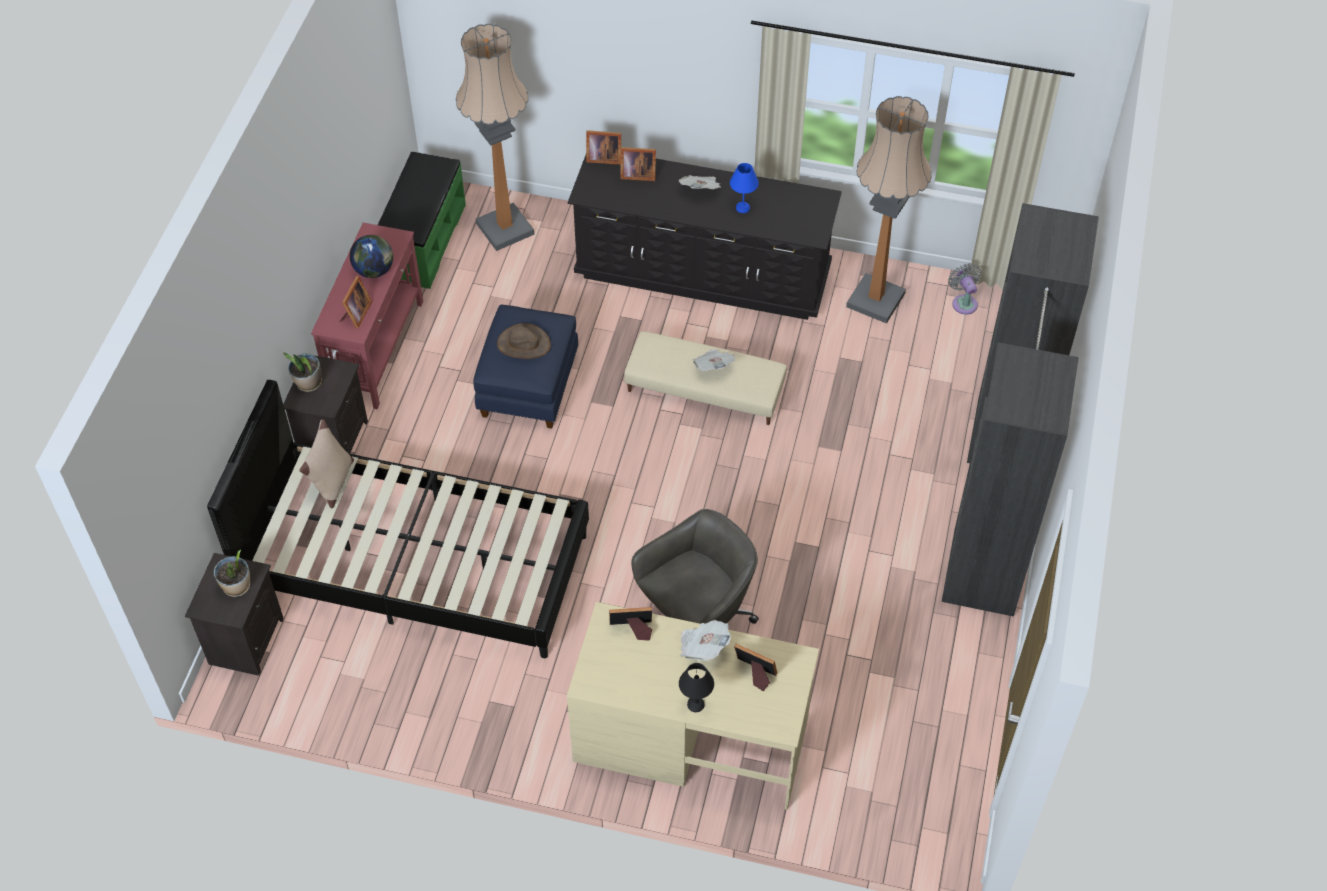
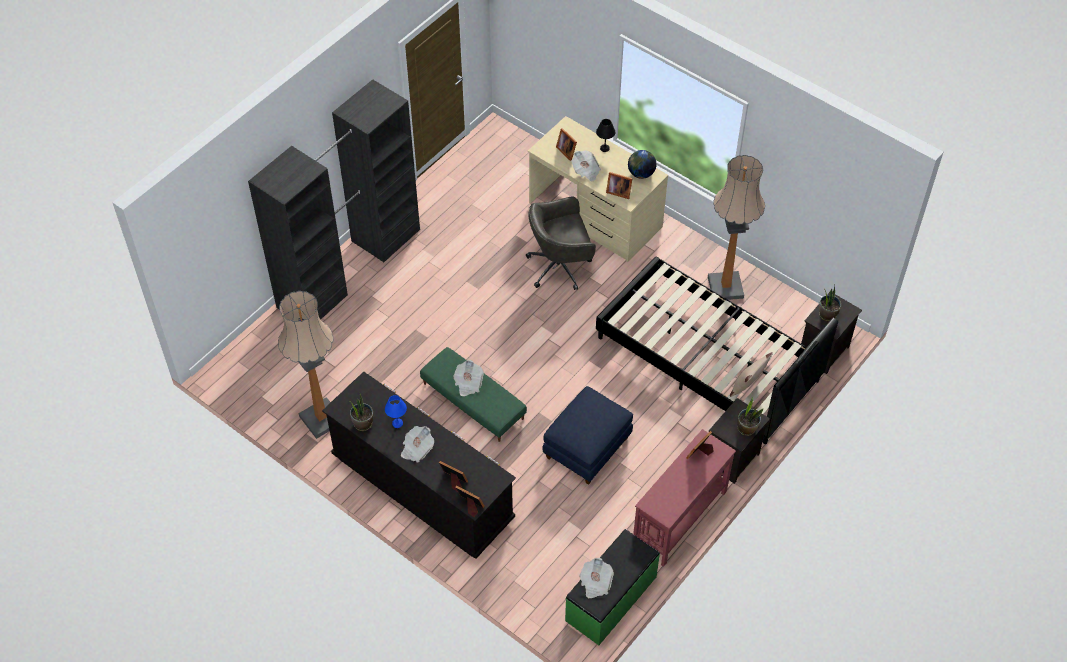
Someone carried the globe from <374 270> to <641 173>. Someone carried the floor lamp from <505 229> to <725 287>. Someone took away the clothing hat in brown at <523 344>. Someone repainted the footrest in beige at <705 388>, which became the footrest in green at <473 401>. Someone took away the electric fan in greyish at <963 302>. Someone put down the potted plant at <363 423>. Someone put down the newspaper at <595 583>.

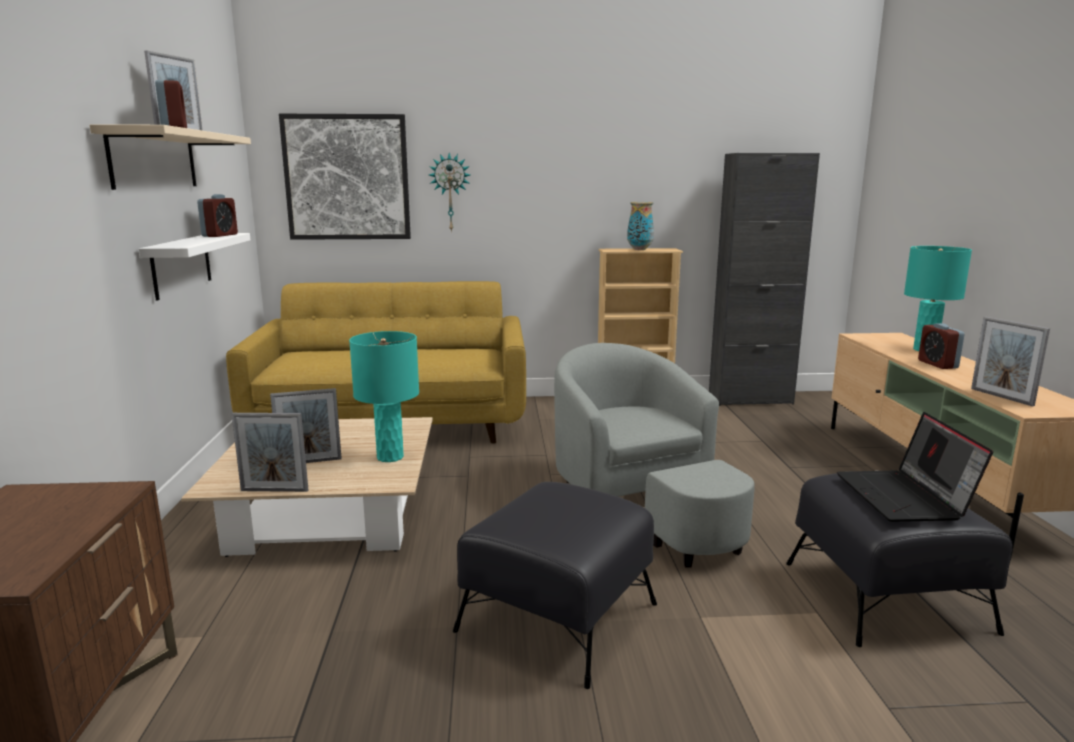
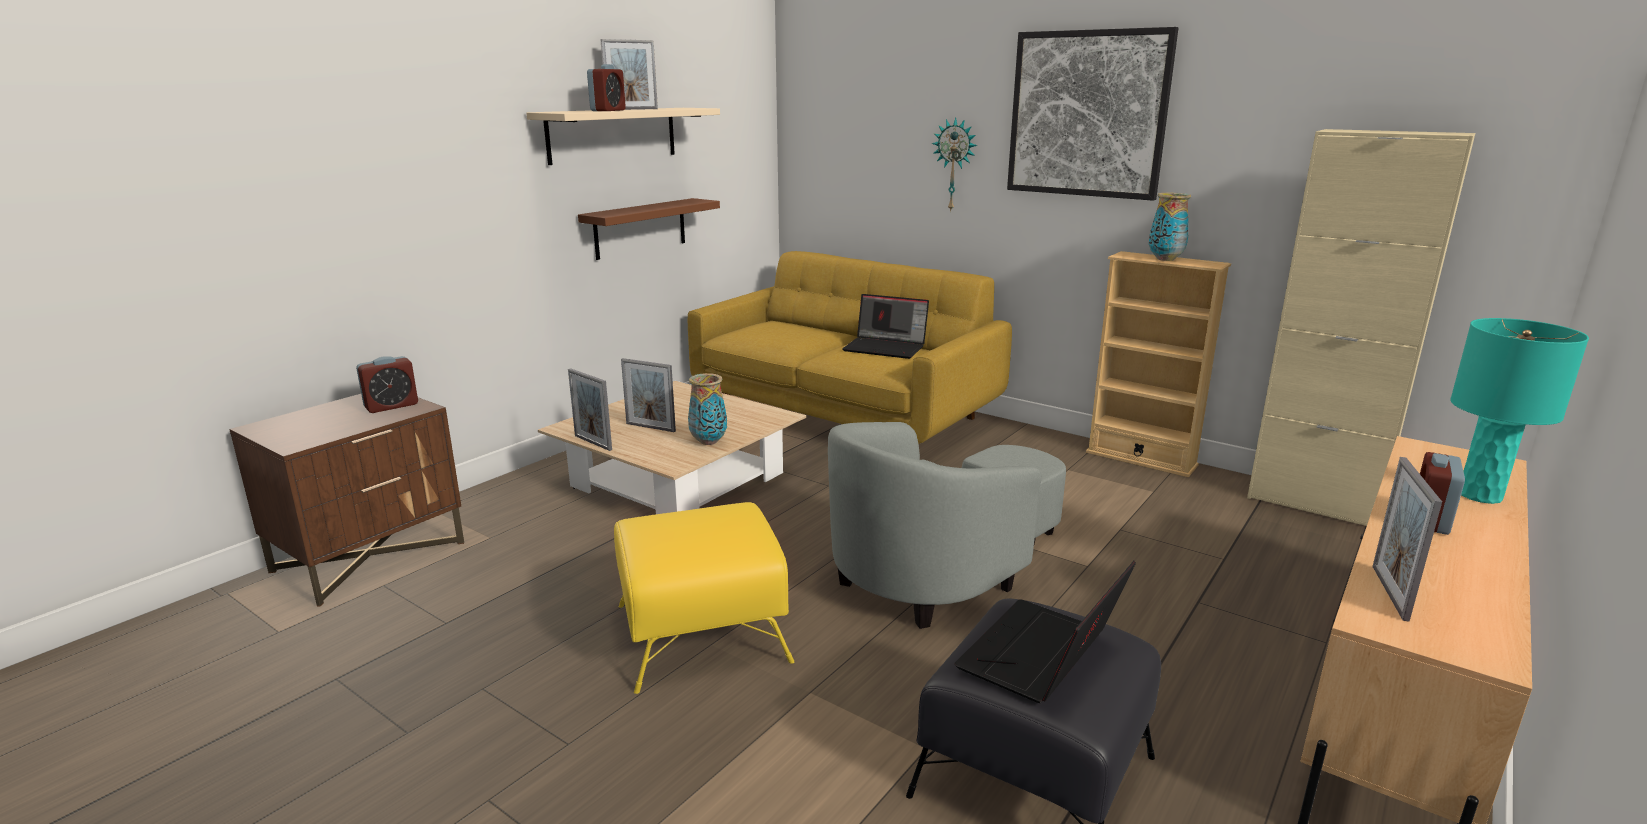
Someone repainted the shelf in white at <181 264>, which became the shelf in brown at <640 228>. Someone carried the bedside clock from <220 235> to <391 406>. Someone carried the picture from <347 177> to <1087 114>. Someone swapped the table lamp in blue-green at <390 457> for the vase at <708 442>. Someone repainted the footrest in black-coloured at <559 616>, which became the footrest in yellow at <703 633>. Someone rotated the armchair in greyish at <639 502> by 150 degrees counterclockwise. Someone repainted the cabinet in black-coloured at <750 399>, which became the cabinet in beige at <1313 504>. Someone put down the laptop at <886 348>.

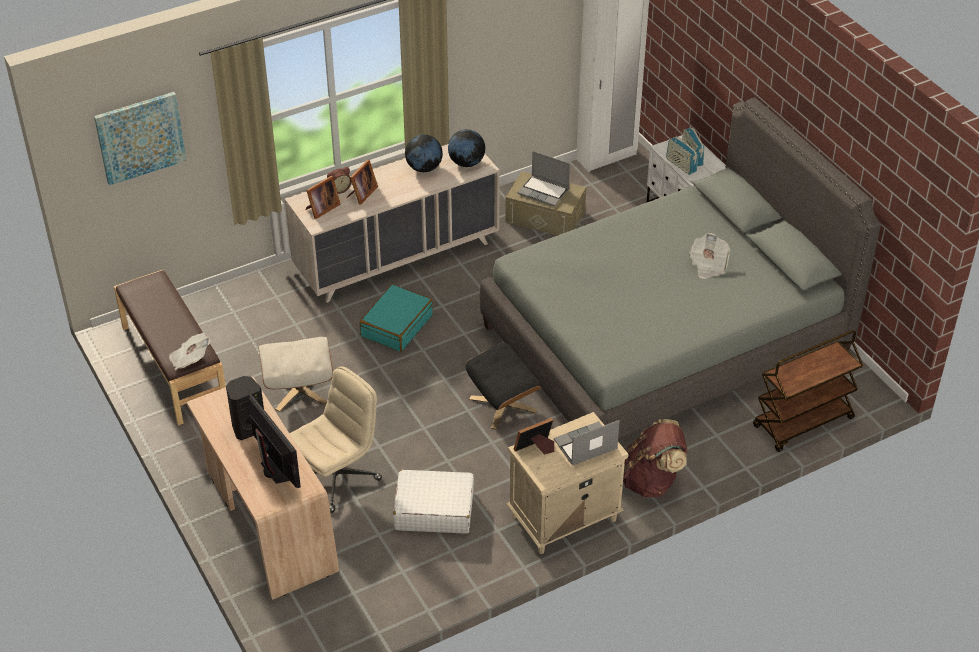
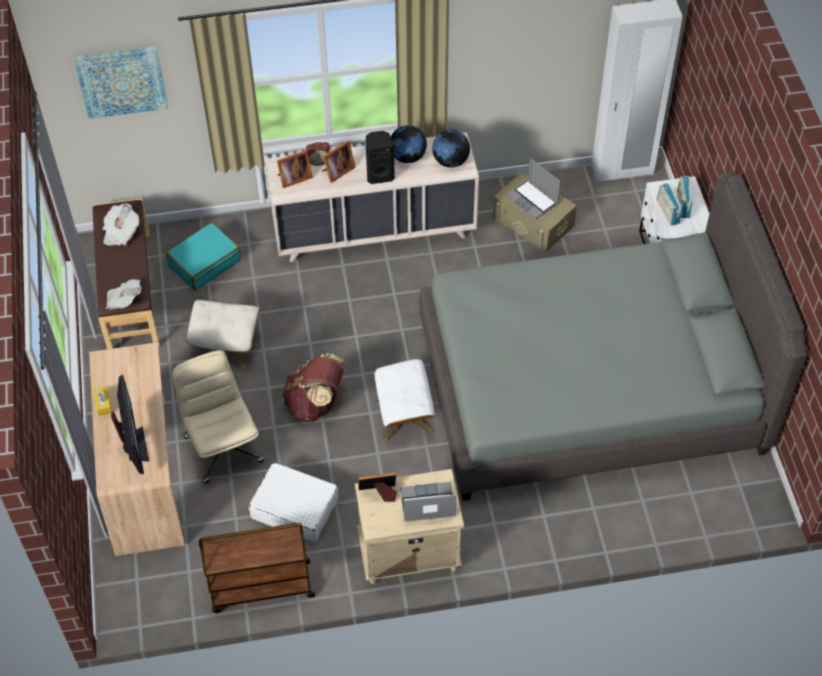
Someone carried the speaker in black-coloured from <248 428> to <379 175>. Someone rotated the computer chair in beige at <336 477> by 90 degrees counterclockwise. Someone carried the suitcase in blue-green from <396 326> to <204 262>. Someone repainted the footrest in black-coloured at <503 404>, which became the footrest in white at <405 416>. Someone carried the backpack in brown from <651 481> to <316 404>. Someone carried the newspaper from <708 265> to <120 233>. Someone carried the cart in brown from <802 423> to <261 587>. Someone put down the tissue holder in yellow at <103 404>.

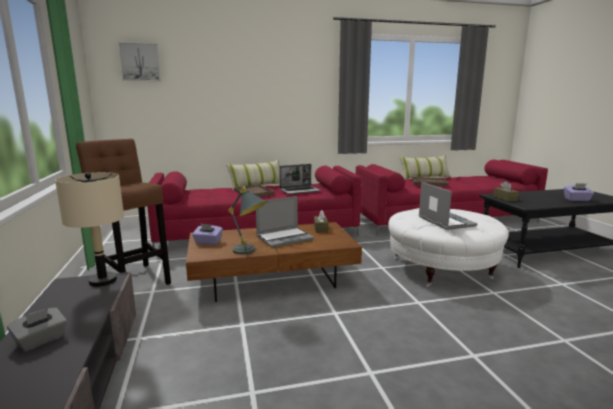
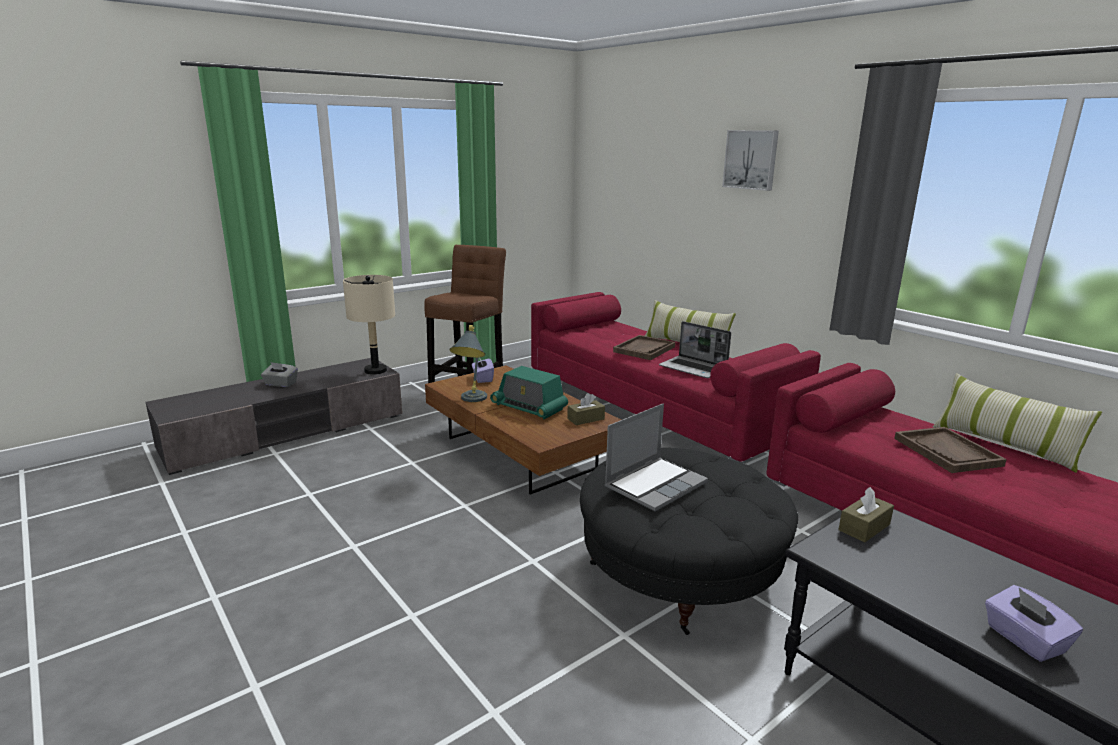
Someone carried the picture from <140 62> to <751 159>. Someone swapped the laptop at <285 238> for the radio receiver at <529 407>. Someone repainted the footrest in white at <441 268>, which became the footrest in black-coloured at <679 573>.

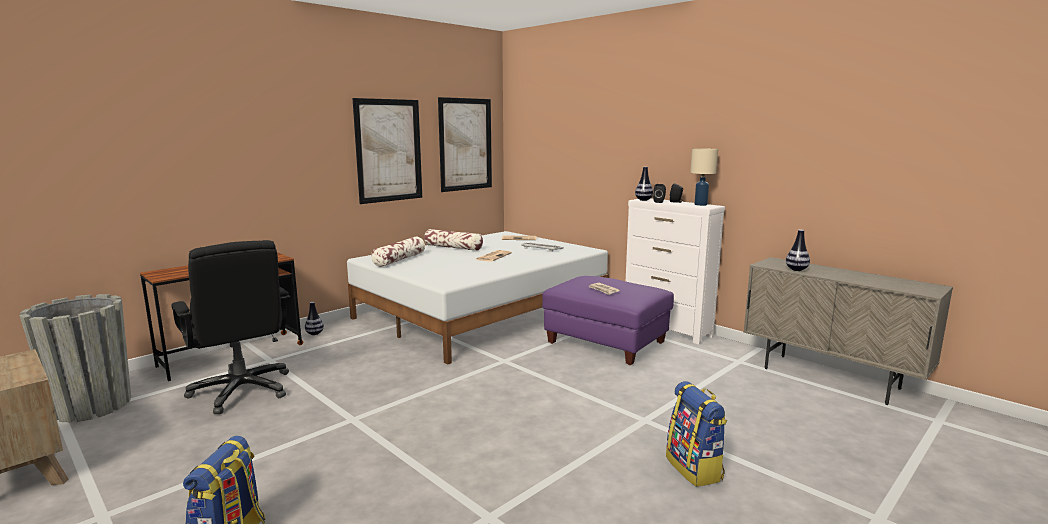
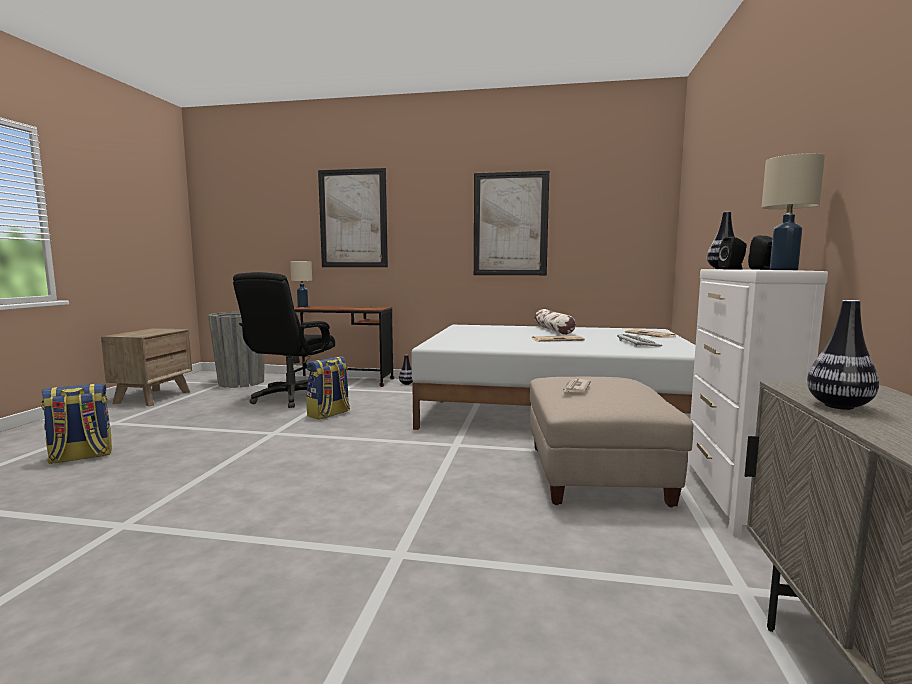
Someone took away the pillow at <399 260>. Someone carried the picture from <466 144> to <353 219>. Someone repainted the footrest in purple-coloured at <606 343>, which became the footrest in beige at <596 475>. Someone carried the backpack from <695 469> to <329 414>. Someone put down the table lamp in beige at <302 306>.

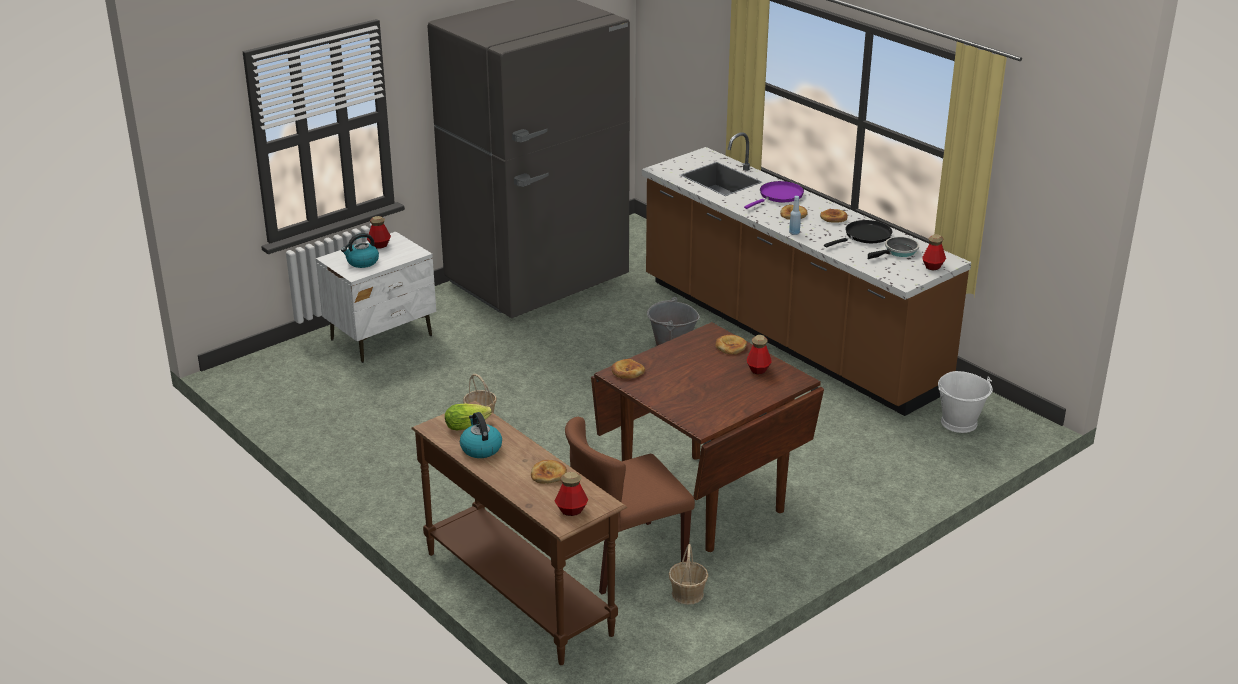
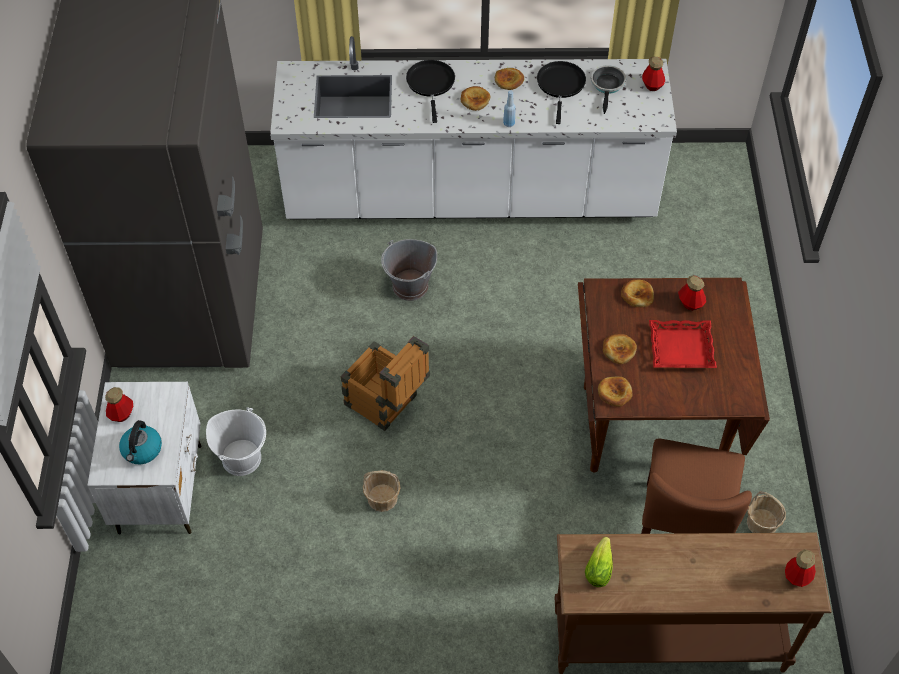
Someone took away the kettle at <480 448>. Someone carried the bread from <548 474> to <619 349>. Someone repainted the kitchen counter in brown at <788 335>, which became the kitchen counter in white at <470 198>. Someone repainted the frying pan in purple-coloured at <779 196>, which became the frying pan in black-coloured at <431 84>. Someone carried the water bucket in white from <959 423> to <242 458>. Someone put down the shipping crate at <387 405>. Someone put down the tray in red at <681 348>.

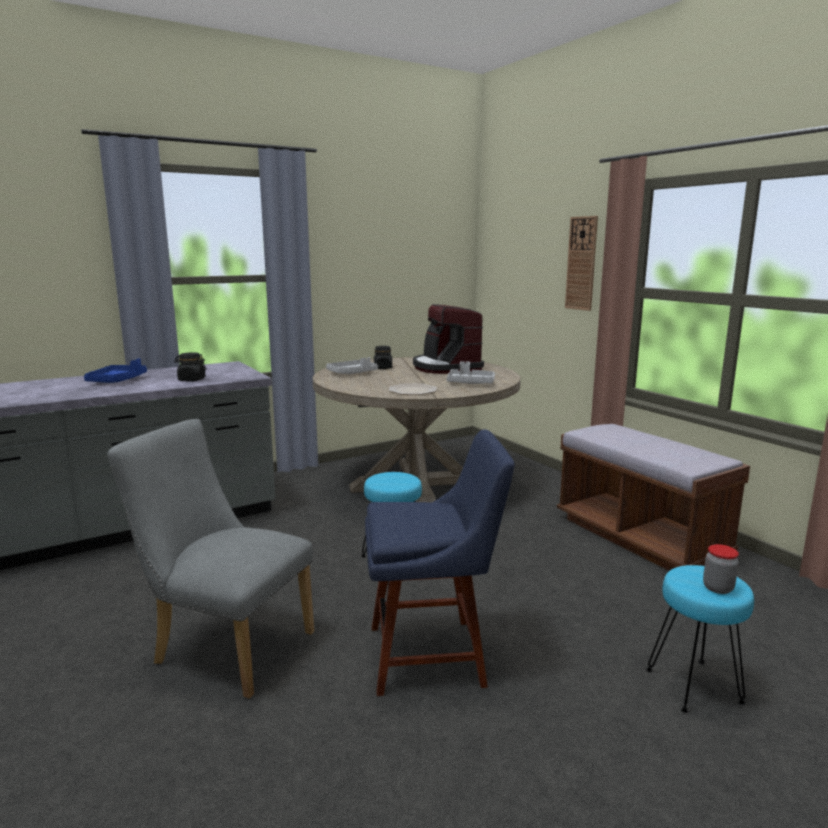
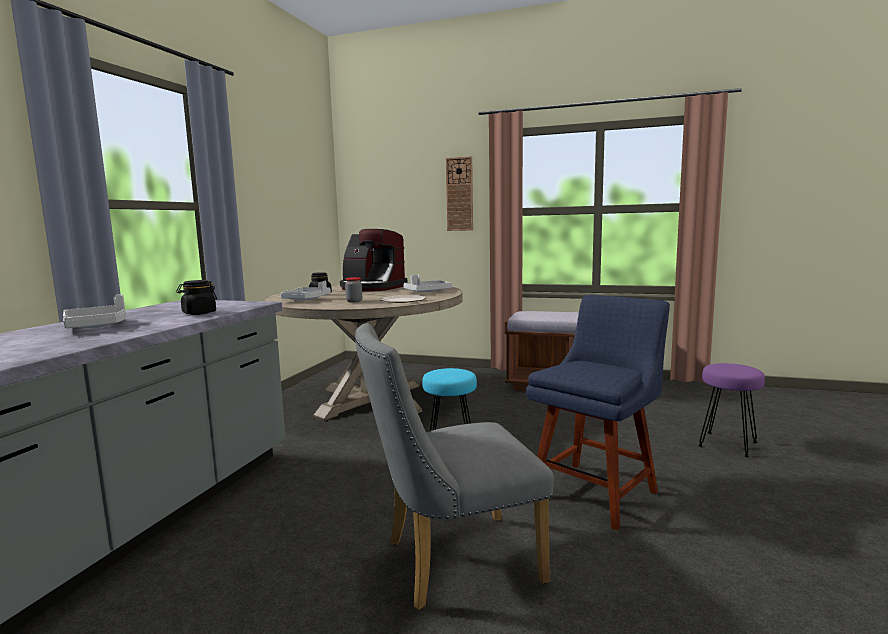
Someone repainted the tray in blue-coloured at <117 381>, which became the tray in greyish at <97 326>. Someone repainted the stool seat in blue-green at <695 686>, which became the stool seat in purple-coloured at <727 444>. Someone carried the storage jar from <718 588> to <354 301>.

